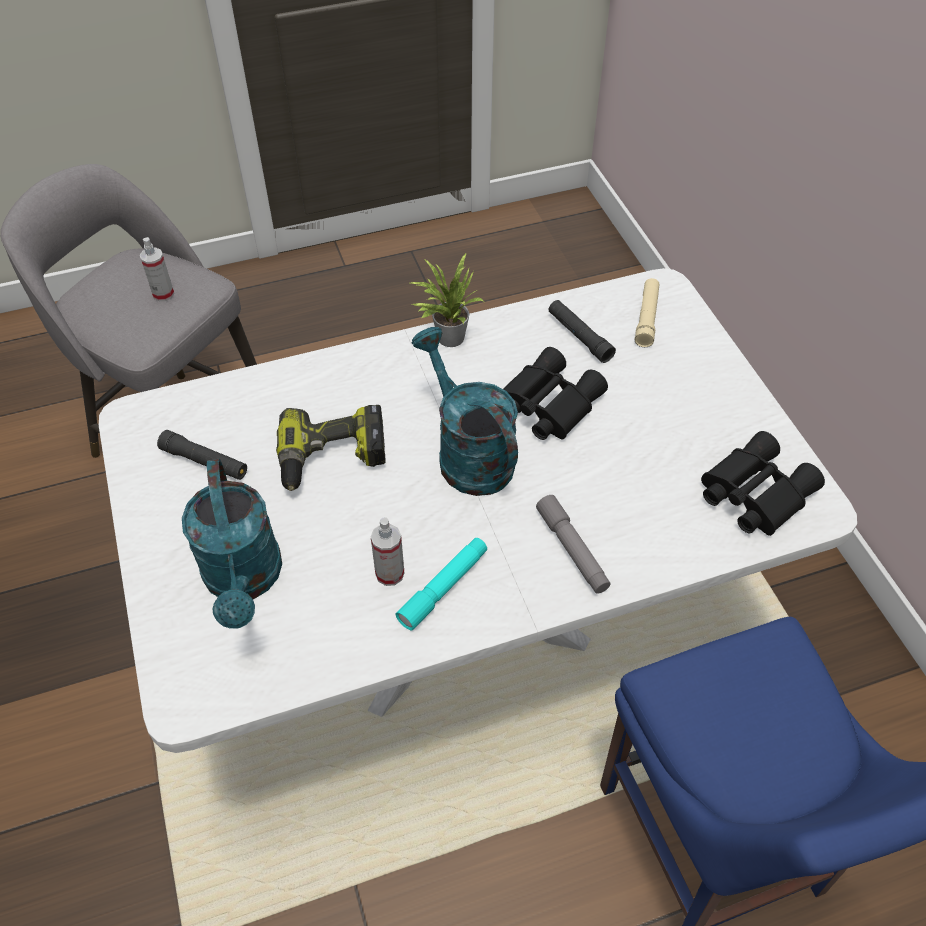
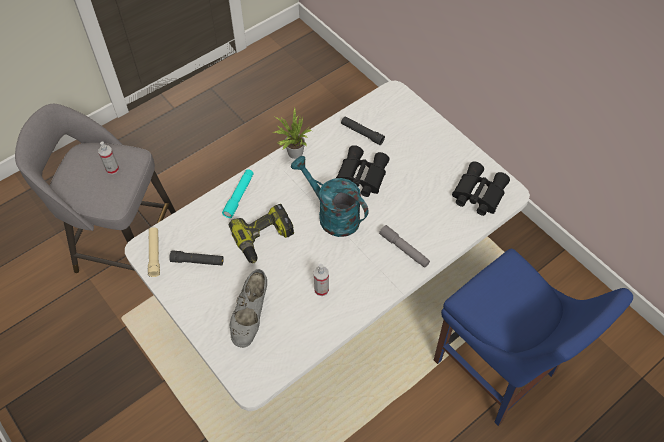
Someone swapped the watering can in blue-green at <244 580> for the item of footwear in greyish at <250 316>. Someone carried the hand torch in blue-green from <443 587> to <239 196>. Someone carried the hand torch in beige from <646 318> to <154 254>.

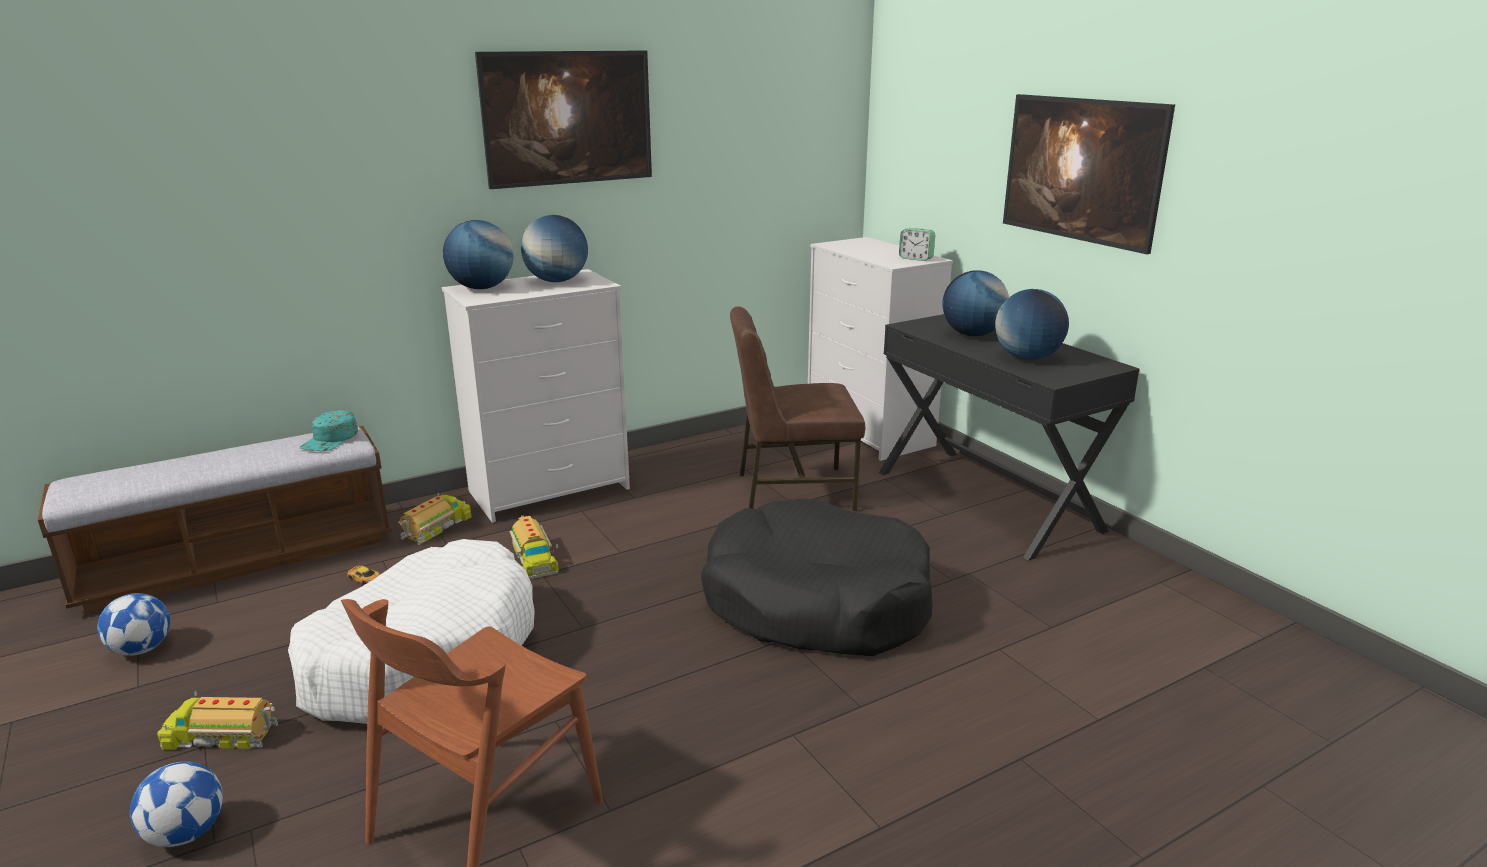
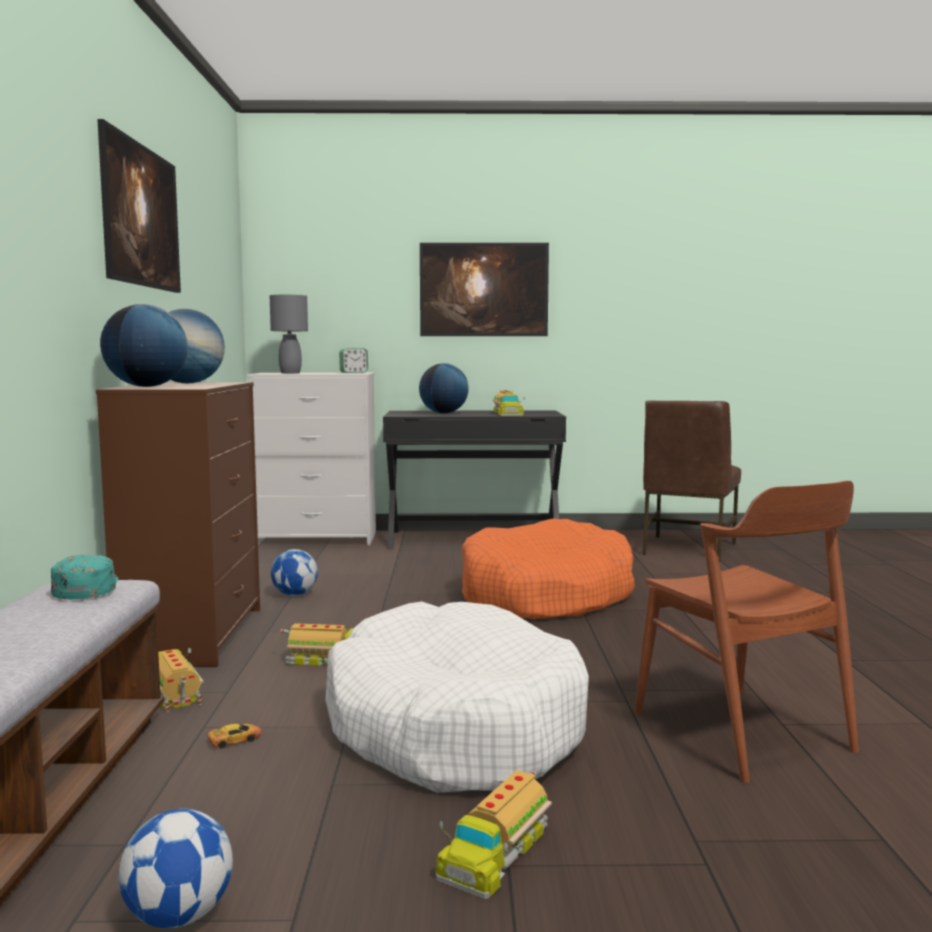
Someone carried the football ball from <186 833> to <294 594>. Someone rotated the cap in blue-green at <330 439> by 150 degrees counterclockwise. Someone repainted the dresser in white at <550 489>, which became the dresser in brown at <194 635>. Someone repainted the dog cushion in black-coloured at <816 602>, which became the dog cushion in orange-coloured at <545 595>. Someone carried the plain chair in brown from <793 491> to <687 549>. Someone swapped the globe at <1027 358> for the model truck at <506 413>. Someone put down the table lamp in greyish at <290 373>.

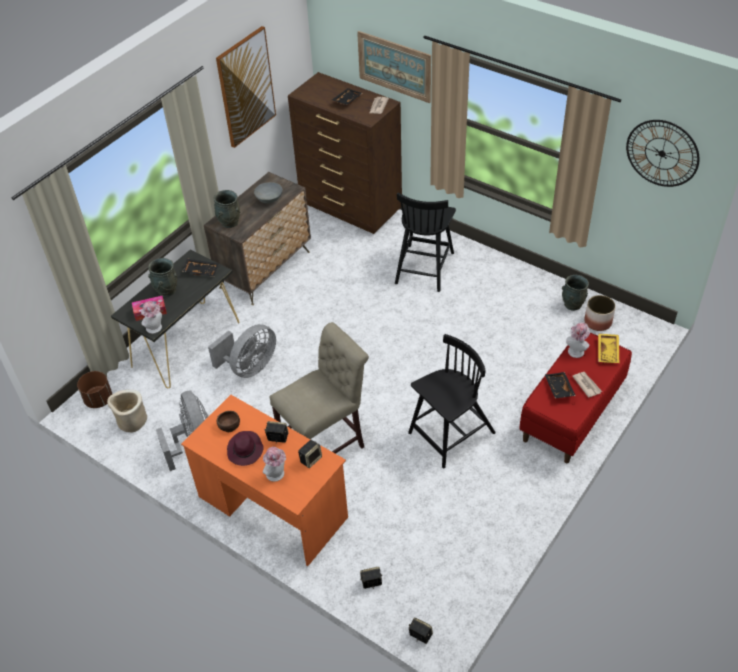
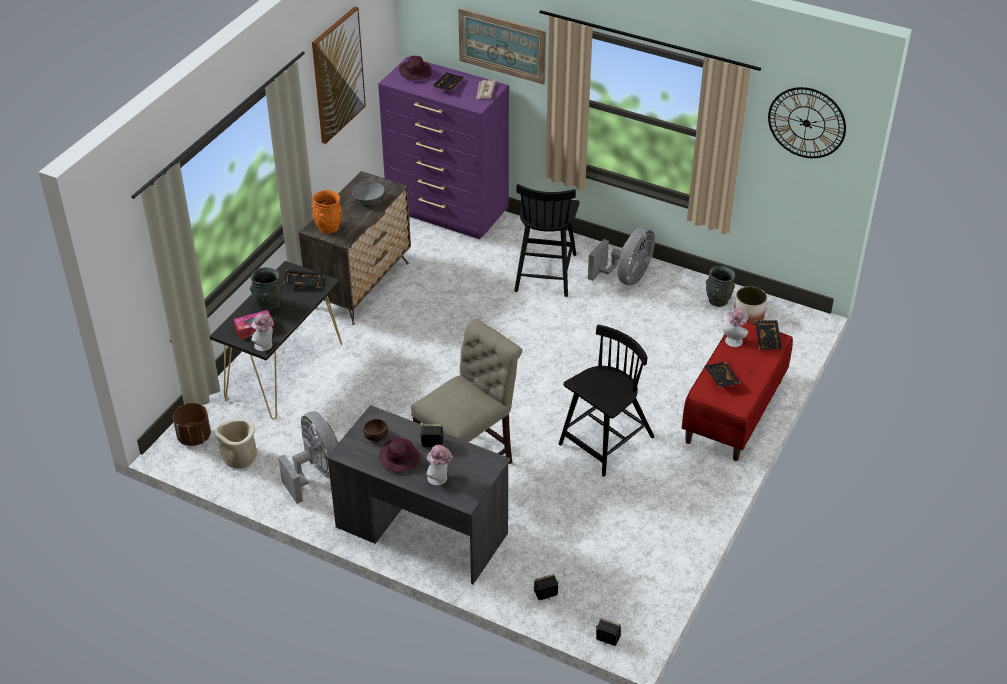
Someone repainted the desk table in orange-coloured at <272 507>, which became the desk table in greyish at <421 530>. Someone carried the electric fan in greyish from <249 367> to <626 278>. Someone repainted the vase in greyish at <229 222>, which became the vase in orange-coloured at <328 228>. Someone repainted the dresser in brown at <350 208>, which became the dresser in purple-coloured at <447 213>. Someone took away the speaker at <311 459>. Someone took away the newspaper at <586 385>. Someone repainted the tray in yellow at <608 351>, which became the tray in black-coloured at <768 338>. Someone put down the clothing hat in purple-coloured at <415 72>.

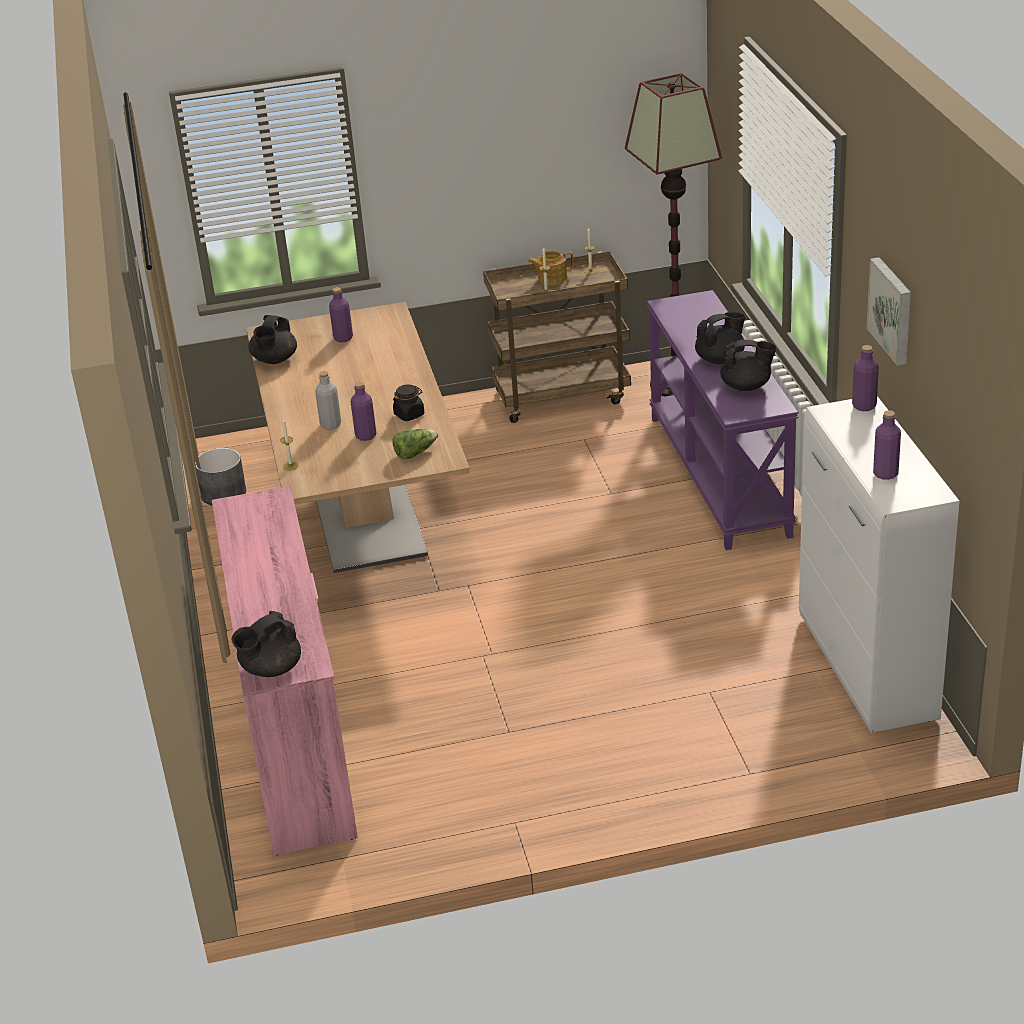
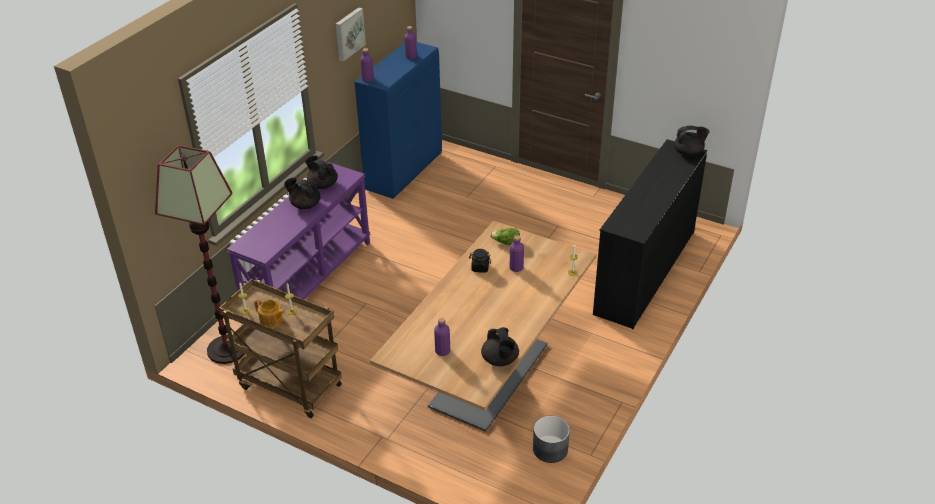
Someone repainted the dresser in pink at <297 738>, which became the dresser in black-coloured at <644 272>. Someone rotated the tea pot in black-coloured at <274 360> by 105 degrees clockwise. Someone took away the bottle in greyish at <330 424>. Someone repainted the cabinet in white at <867 669>, which became the cabinet in blue-coloured at <404 171>.

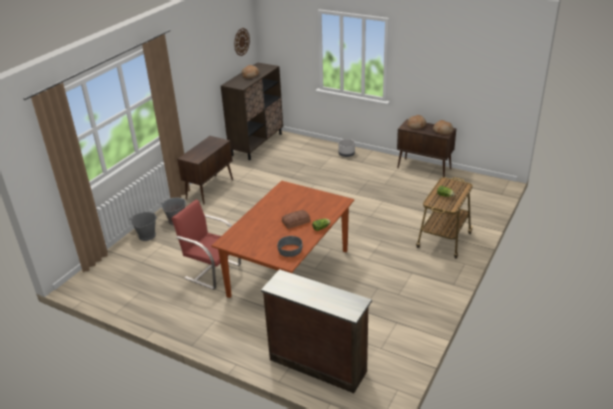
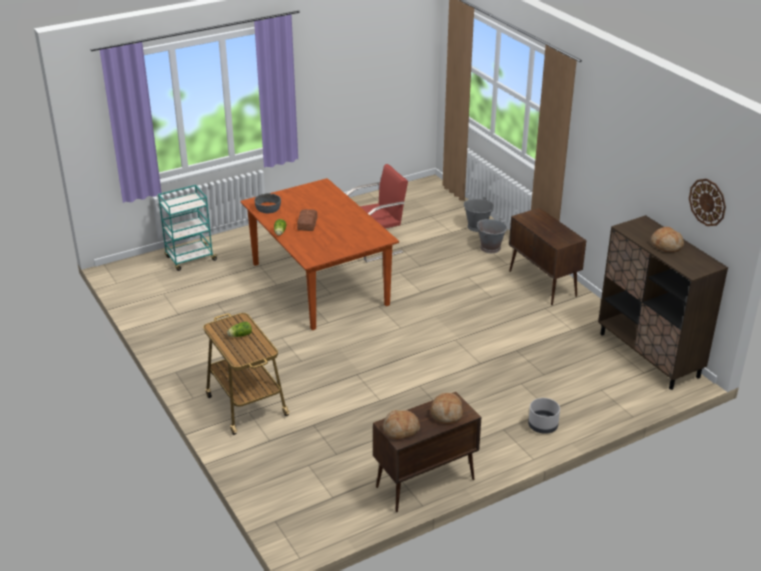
Someone swapped the dresser in brown at <318 364> for the cart in blue-green at <190 259>.

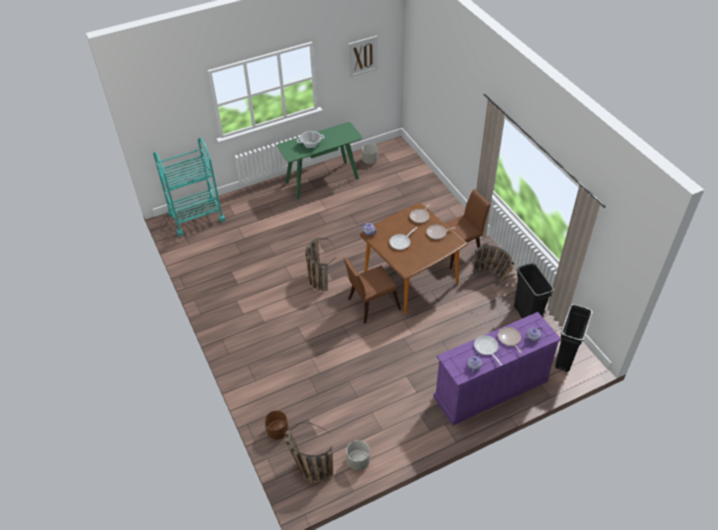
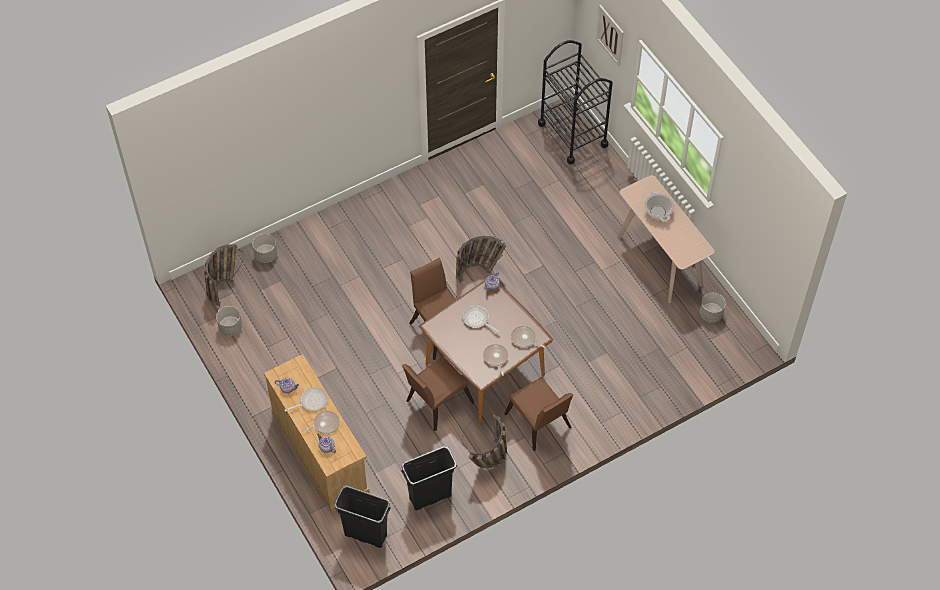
Someone repainted the cart in blue-green at <196 217>, which became the cart in black-coloured at <573 134>. Someone repainted the planter in brown at <278 431>, which became the planter in greyish at <266 255>. Someone repainted the hall table in green at <322 180>, which became the hall table in beige at <660 260>. Someone carried the picture from <362 56> to <610 35>. Someone repainted the dresser in purple-coloured at <490 389>, which became the dresser in beige at <319 452>. Someone put down the plain chair in brown at <436 403>.

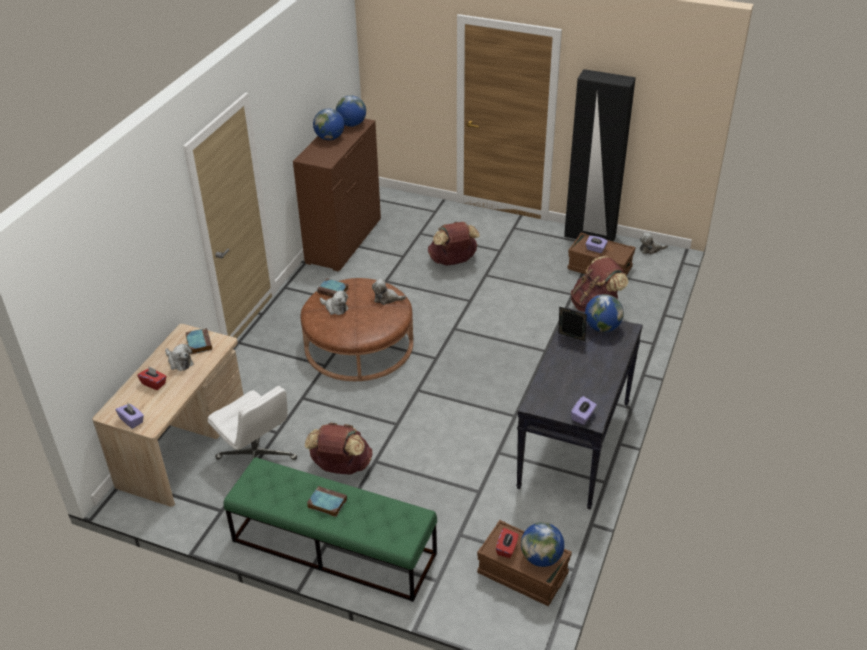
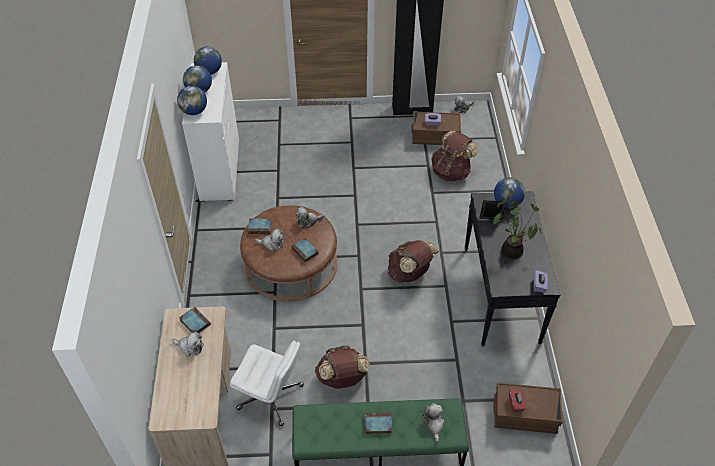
Someone took away the tissue holder in purple-coloured at <132 420>. Someone took away the tissue holder in red at <154 383>. Someone repainted the dresser in brown at <343 241>, which became the dresser in white at <220 170>. Someone carried the backpack in brown from <453 261> to <410 273>. Someone carried the globe from <541 557> to <194 111>. Someone put down the book at <305 251>. Someone put down the cuddly toy at <433 424>. Someone put down the potted plant at <512 250>.

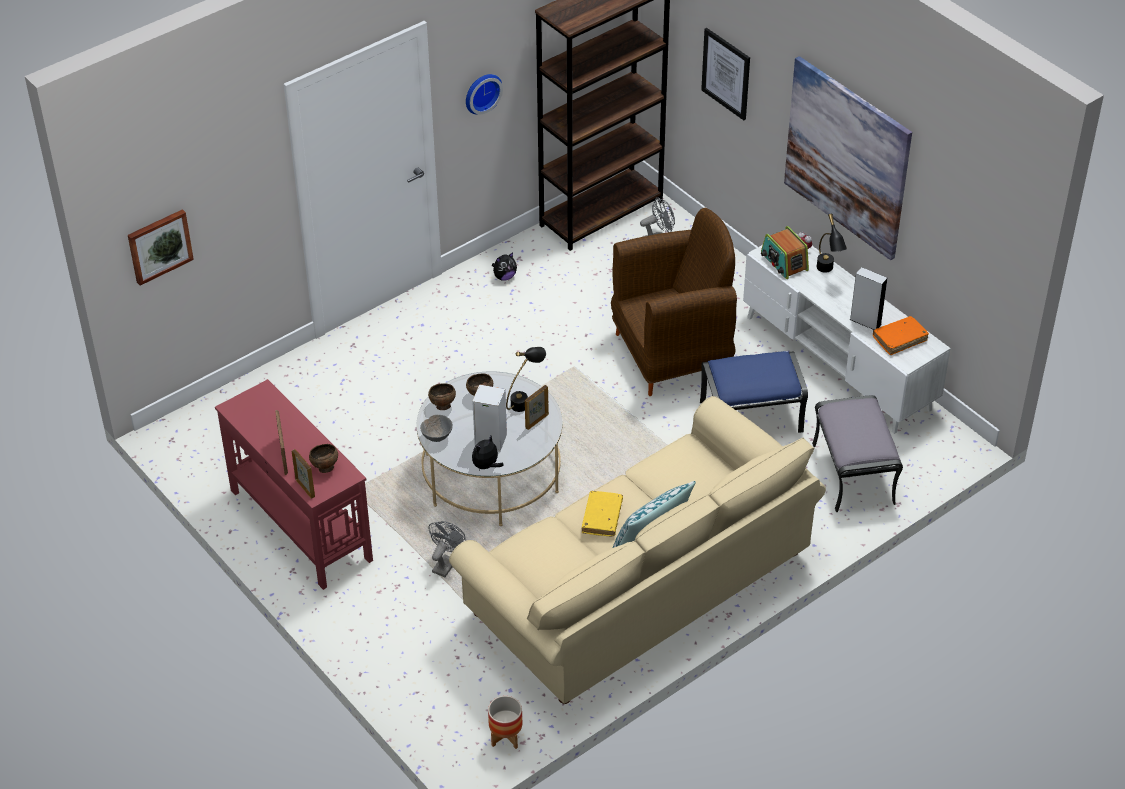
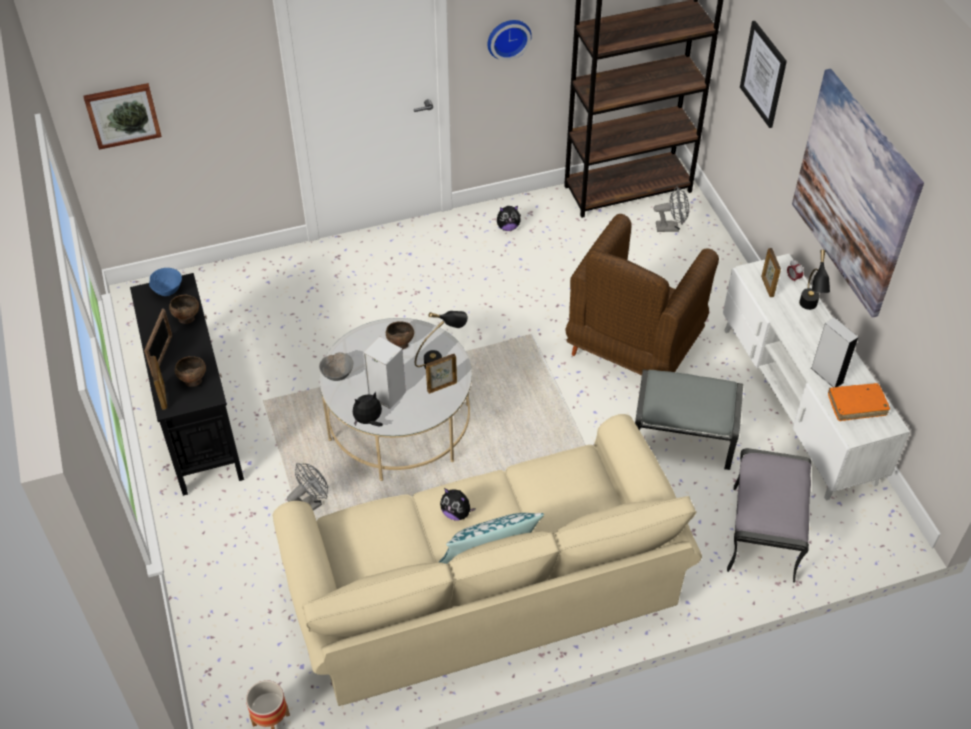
Someone repainted the hall table in red at <300 524>, which became the hall table in black-coloured at <198 421>. Someone carried the deep dish in brown from <442 406> to <186 318>. Someone swapped the book in yellow at <602 518> for the cuddly toy at <456 513>. Someone rotated the armchair in brown at <672 354> by 120 degrees clockwise. Someone repainted the footrest in blue-coloured at <751 416>, which became the footrest in greyish at <683 437>. Someone swapped the radio receiver at <784 262> for the picture frame at <767 286>. Someone put down the deep dish in blue-coloured at <167 290>.

